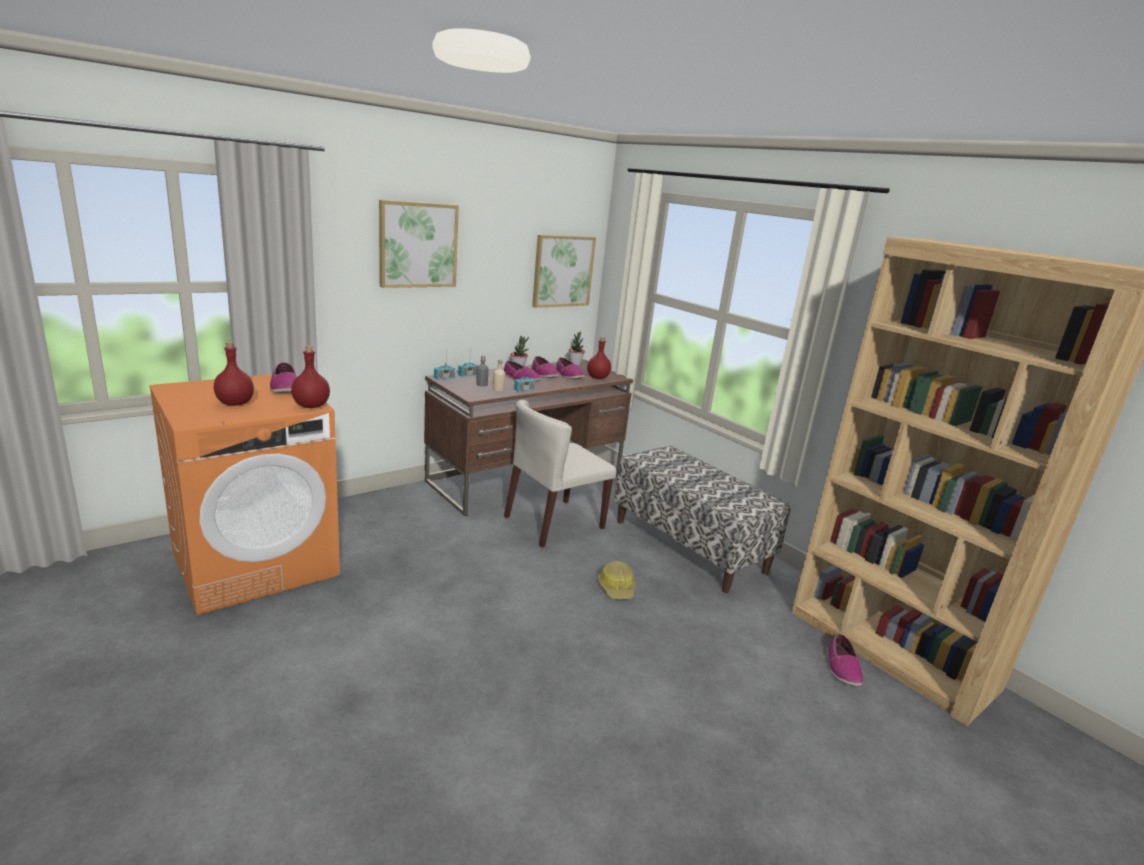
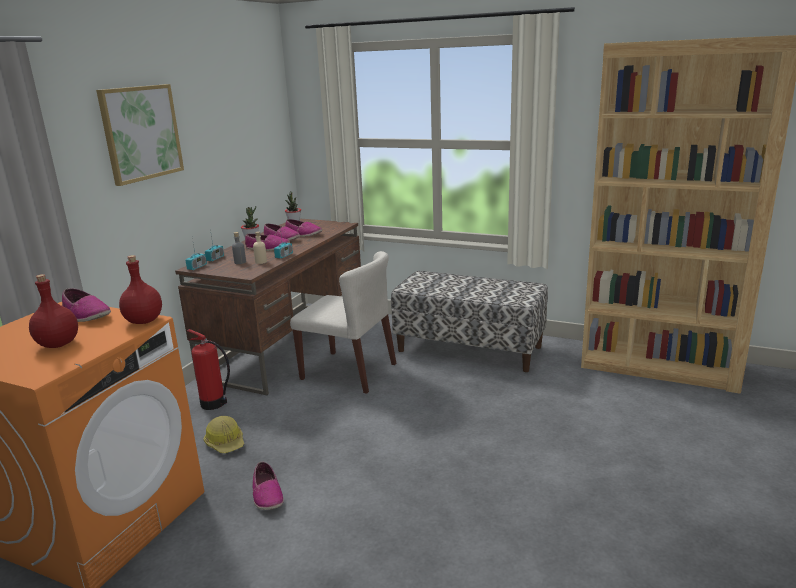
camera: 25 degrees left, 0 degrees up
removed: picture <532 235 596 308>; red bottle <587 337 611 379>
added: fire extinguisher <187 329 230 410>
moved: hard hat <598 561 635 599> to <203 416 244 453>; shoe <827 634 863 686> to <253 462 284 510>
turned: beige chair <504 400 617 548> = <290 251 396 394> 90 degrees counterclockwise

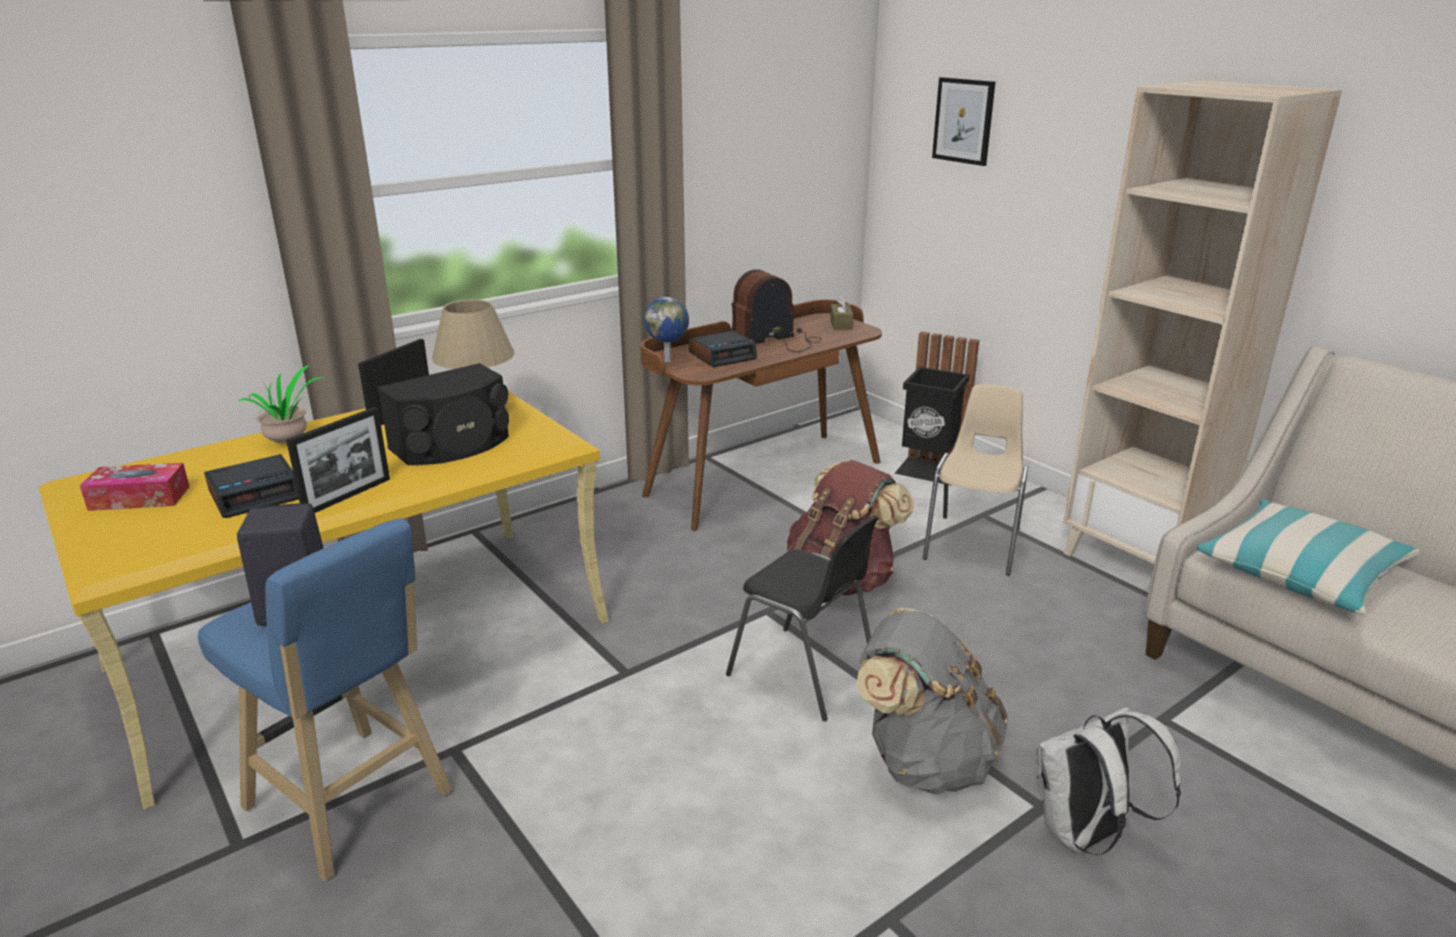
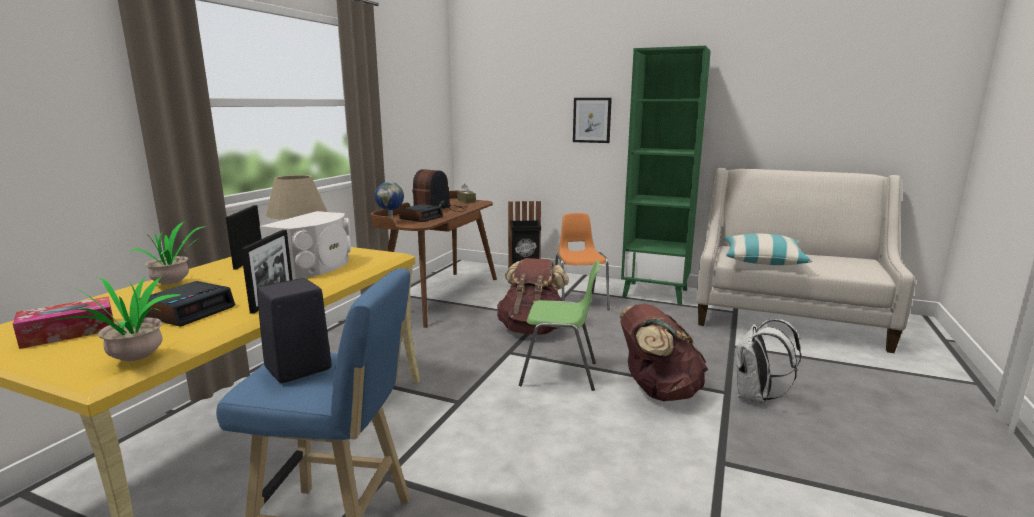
camera: 30 degrees left, 10 degrees down
added: potted plant <48 276 180 361>
moved: picture <932 77 996 166> to <573 98 612 143>
recoloured: black speaker <378 363 509 465> to white speaker <260 211 351 279>; black chair <726 515 879 721> to green chair <519 260 600 391>; grey backpack <856 608 1008 795> to brown backpack <619 304 708 401>; beige chair <923 384 1028 576> to orange chair <555 213 610 310>; beige bookcase <1063 81 1342 564> to green bookcase <621 46 711 305>

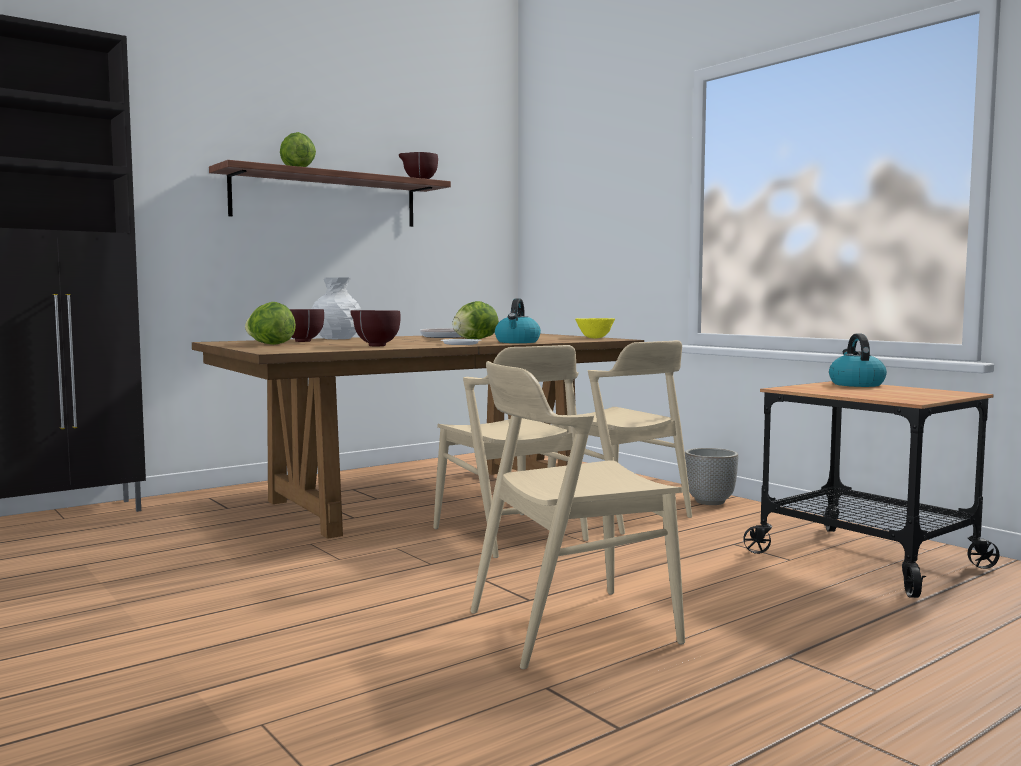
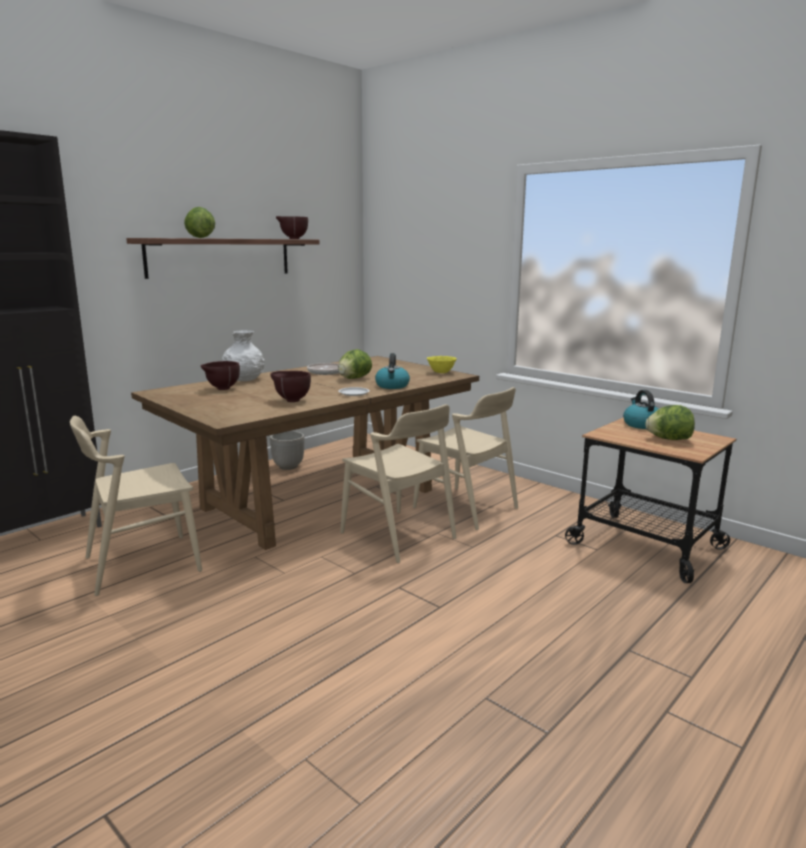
camera: 10 degrees left, 10 degrees up
moved: lettuce <245 302 296 345> to <645 405 695 440>; beige chair <470 361 685 669> to <70 416 202 596>; planter <685 448 738 505> to <270 431 304 470>

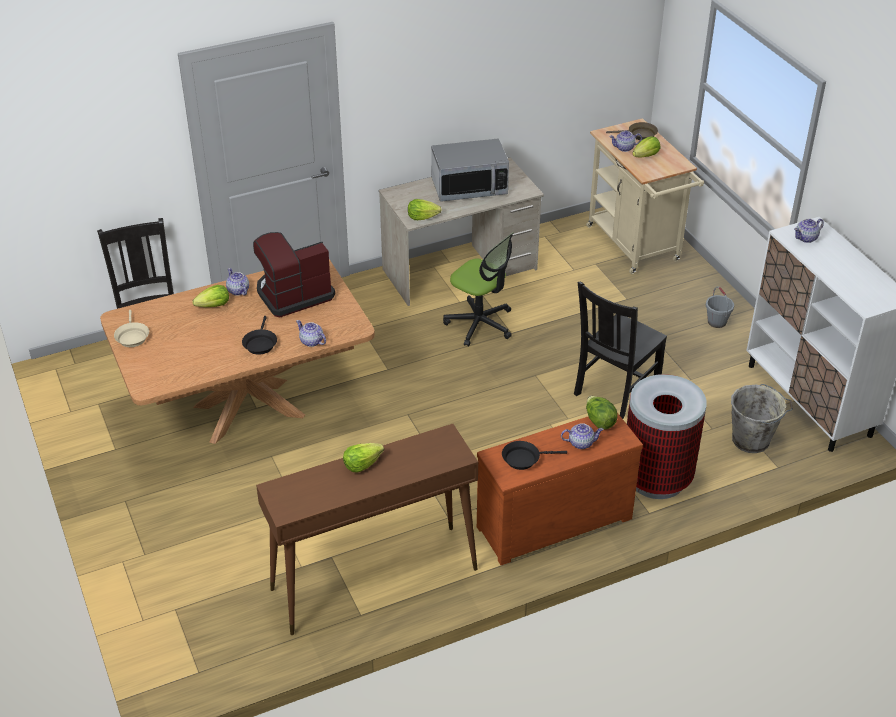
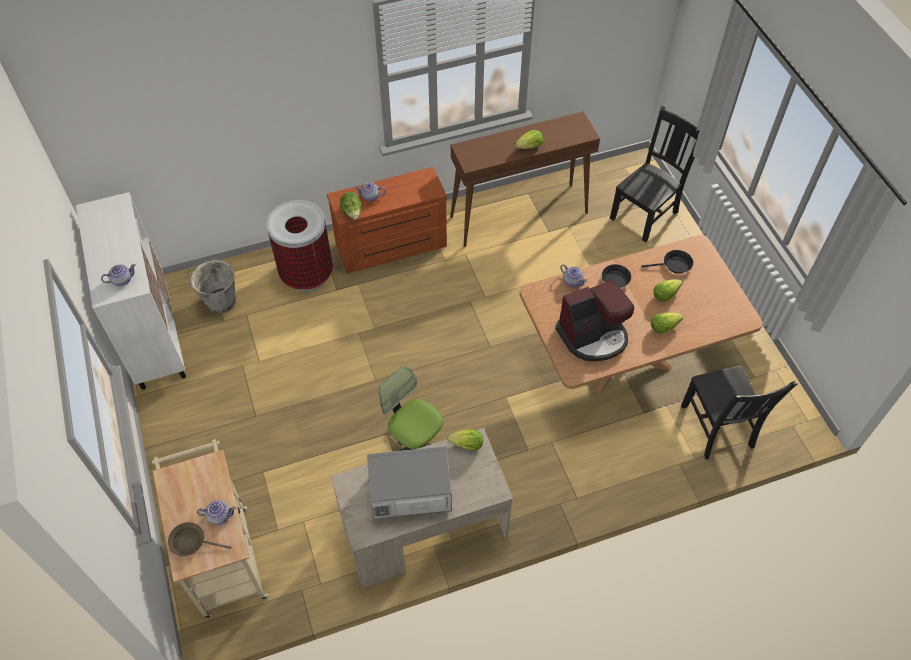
camera: 175 degrees left, 15 degrees up
removed: beige frying pan <114 310 149 347>; teapot <226 268 249 296>; grey bucket <706 287 734 328>
moved: black frying pan <502 441 567 470> to <641 250 693 274>; black chair <574 282 667 419> to <610 106 700 242>; lettuce <632 137 660 158> to <653 279 682 302>

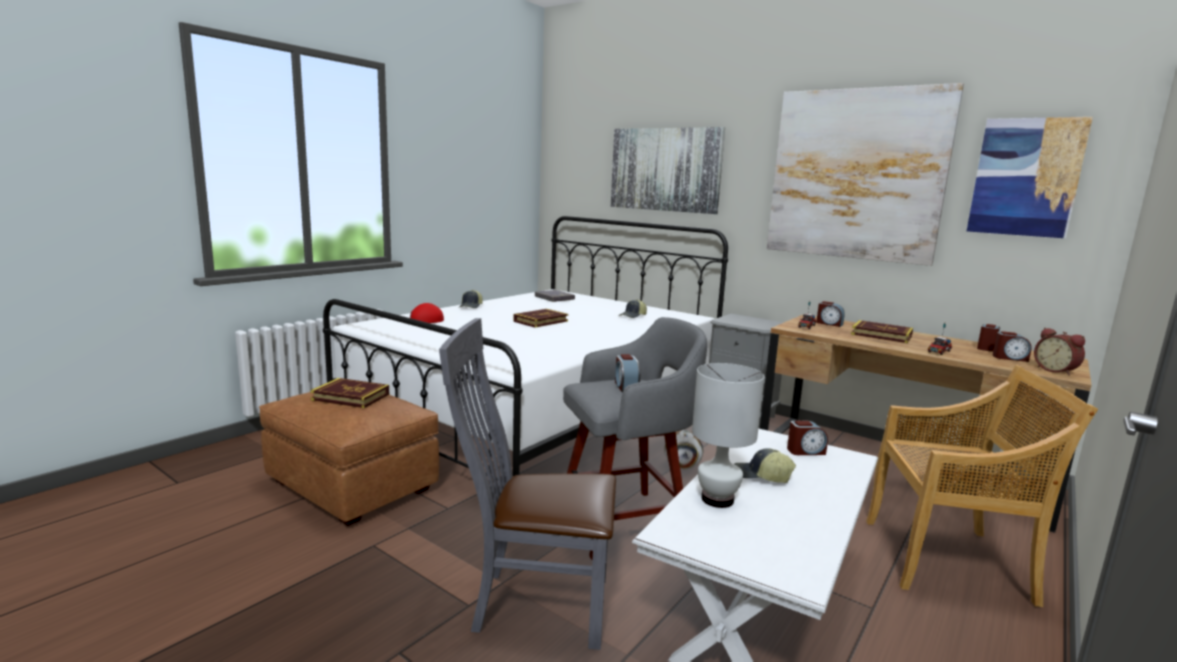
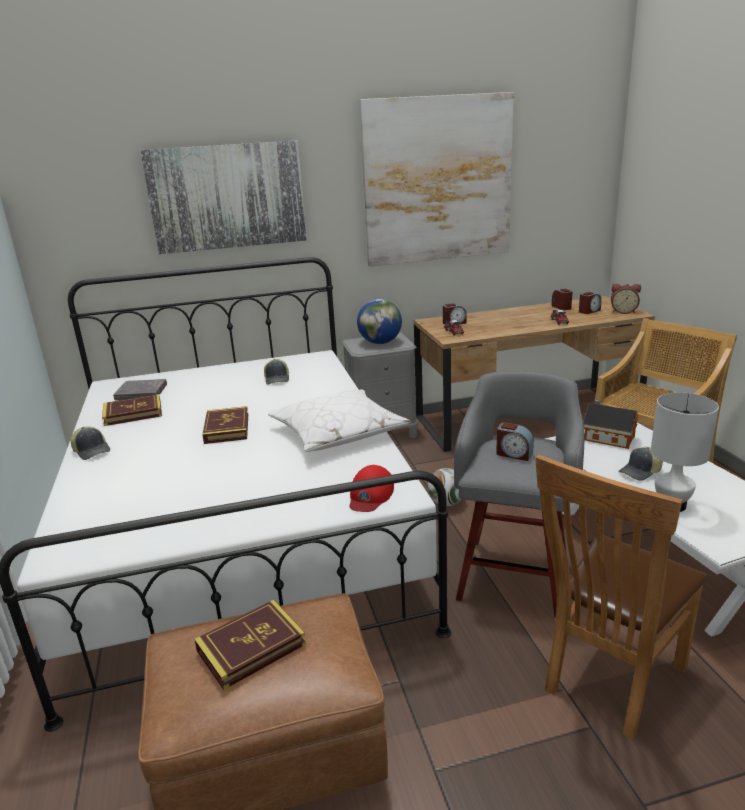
camera: 50 degrees left, 10 degrees up
removed: picture <967 117 1093 238>
added: white pillow <268 389 411 452>; globe <357 299 402 344>
moved: red cap <410 303 444 323> to <350 465 394 512>; book <851 320 913 343> to <102 394 162 426>
replaced: alarm clock <787 421 828 455> to toy house <583 399 638 449>
recoloured: grey chair <439 318 616 650> to brown chair <535 455 707 740>

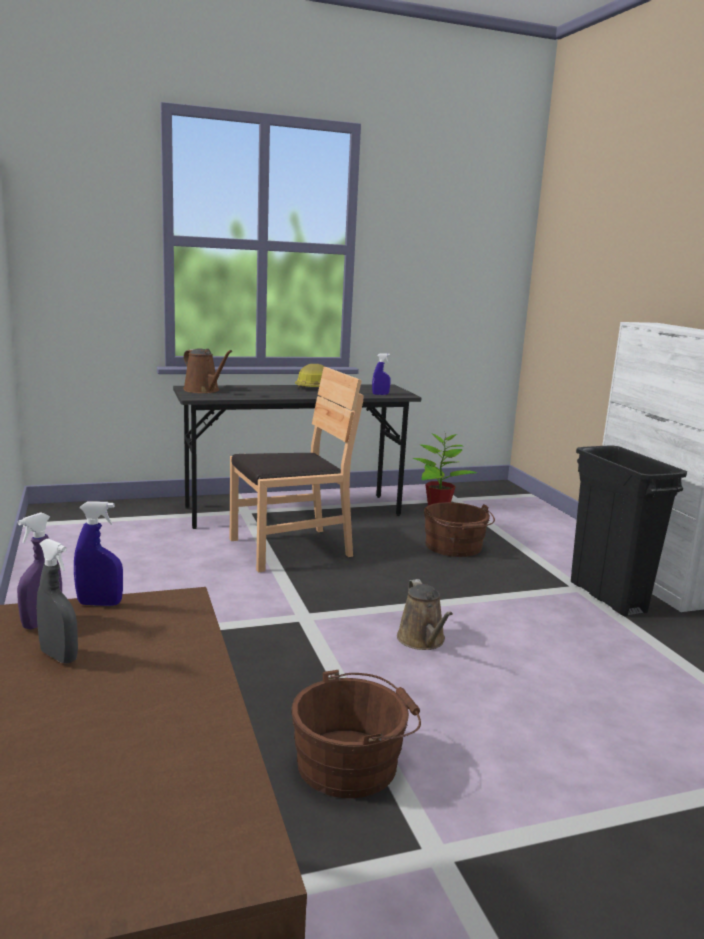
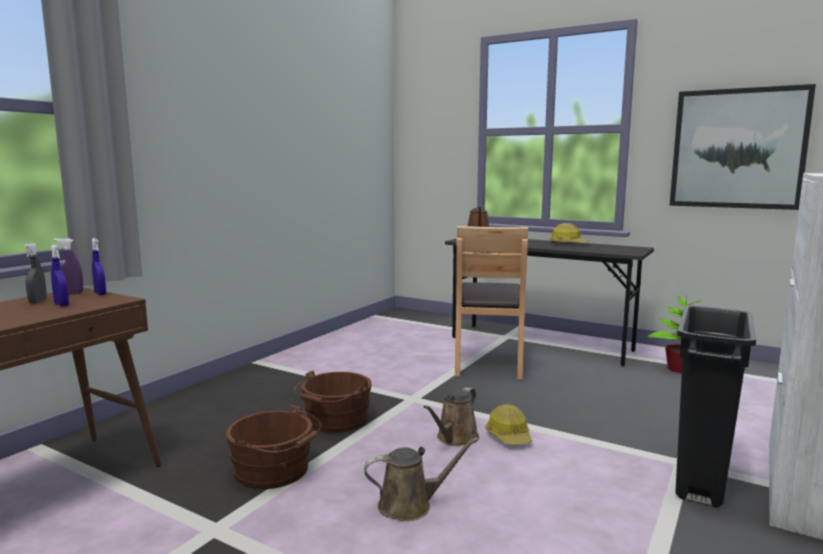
camera: 50 degrees right, 5 degrees down
added: brown watering can <364 438 478 521>; hard hat <485 404 532 445>; picture <670 84 816 210>
moved: blue spray bottle <372 353 391 395> to <51 245 69 306>; brown bucket <424 502 495 557> to <293 371 372 433>
turned: brown chair <230 367 364 572> = <455 226 528 379> 75 degrees clockwise

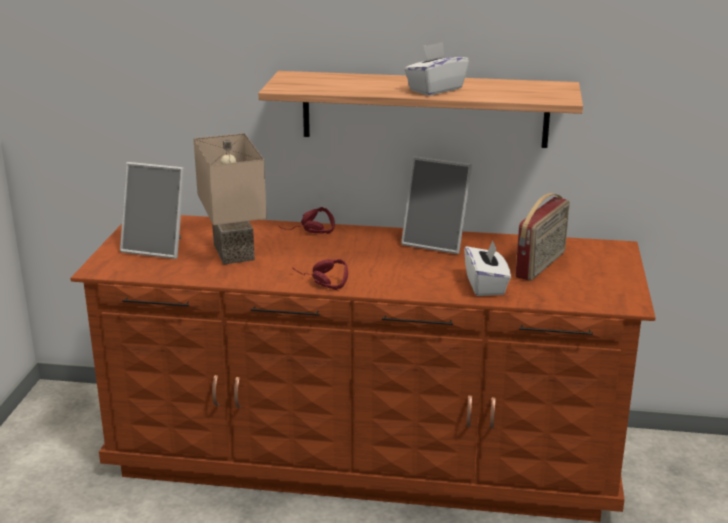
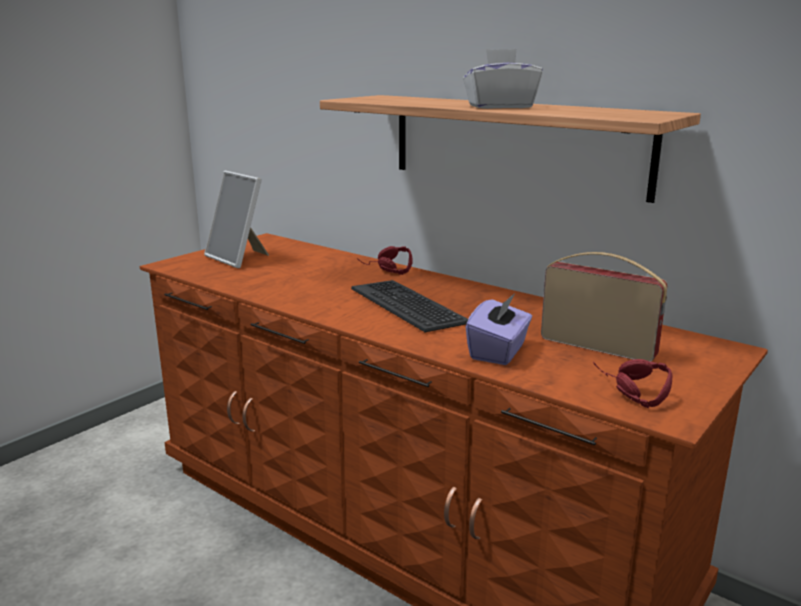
camera: 30 degrees right, 5 degrees down
removed: beige table lamp <193 133 267 264>; picture frame <401 156 472 254>
added: keyboard <351 280 468 332>
moved: red headphones <292 259 348 290> to <593 359 672 408>
recoloured: white tissue box <464 240 511 296> to purple tissue box <466 293 532 365>
turned: radio <516 193 570 281> = <541 252 668 362> 120 degrees counterclockwise

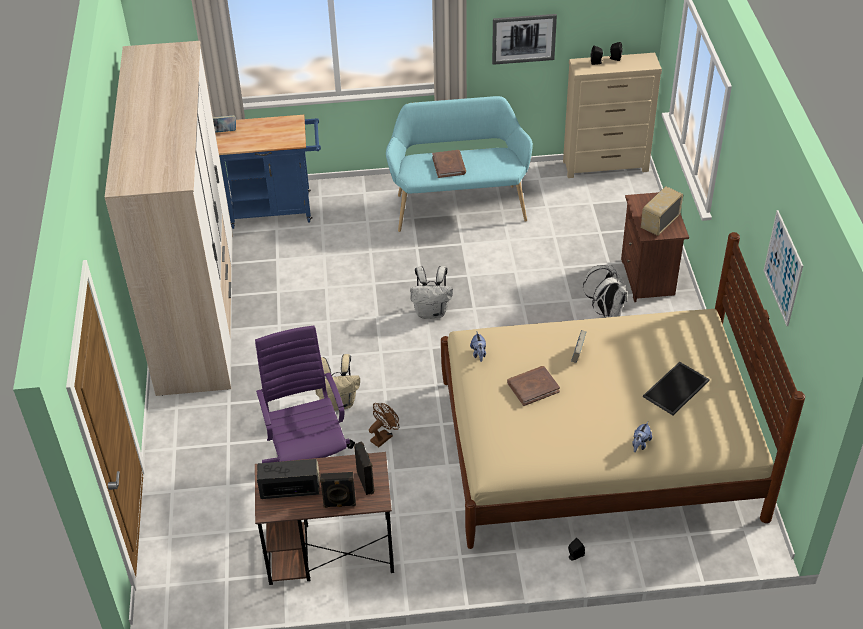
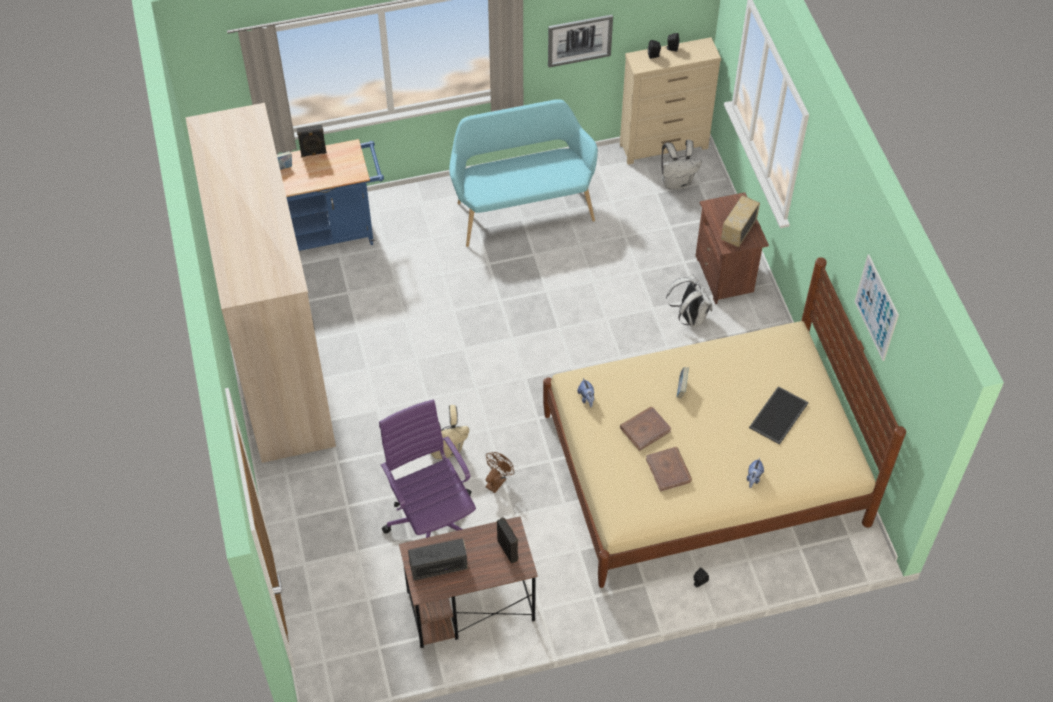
camera: 10 degrees left, 10 degrees up
moved: black speaker <320 472 356 508> to <297 125 327 157>; white backpack <410 266 453 319> to <661 140 702 190>; brown book <432 150 466 178> to <646 447 692 492>

